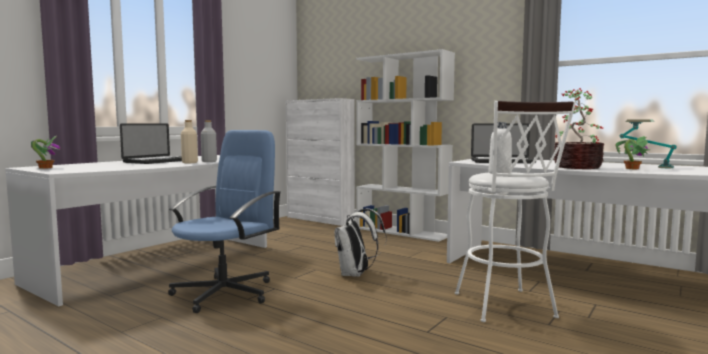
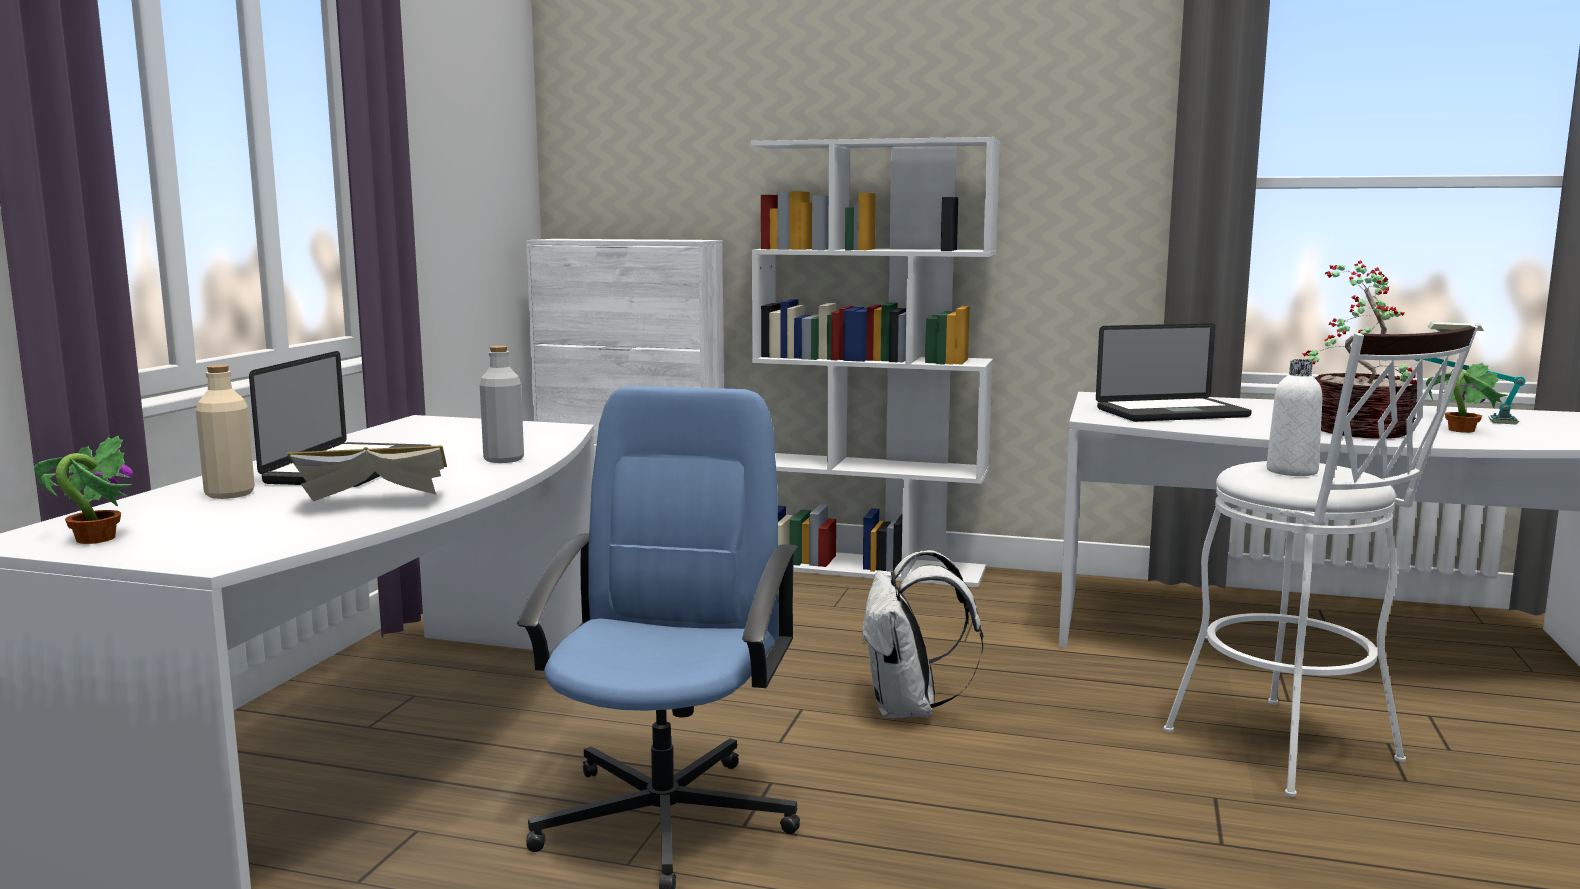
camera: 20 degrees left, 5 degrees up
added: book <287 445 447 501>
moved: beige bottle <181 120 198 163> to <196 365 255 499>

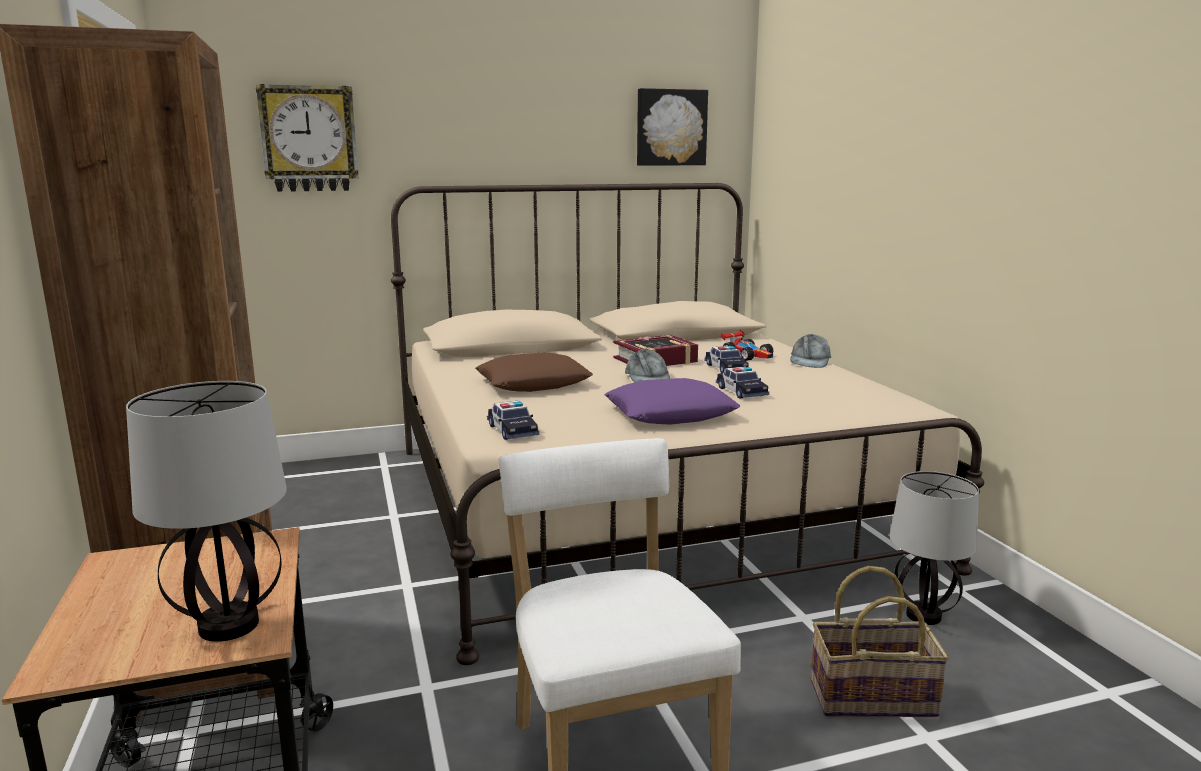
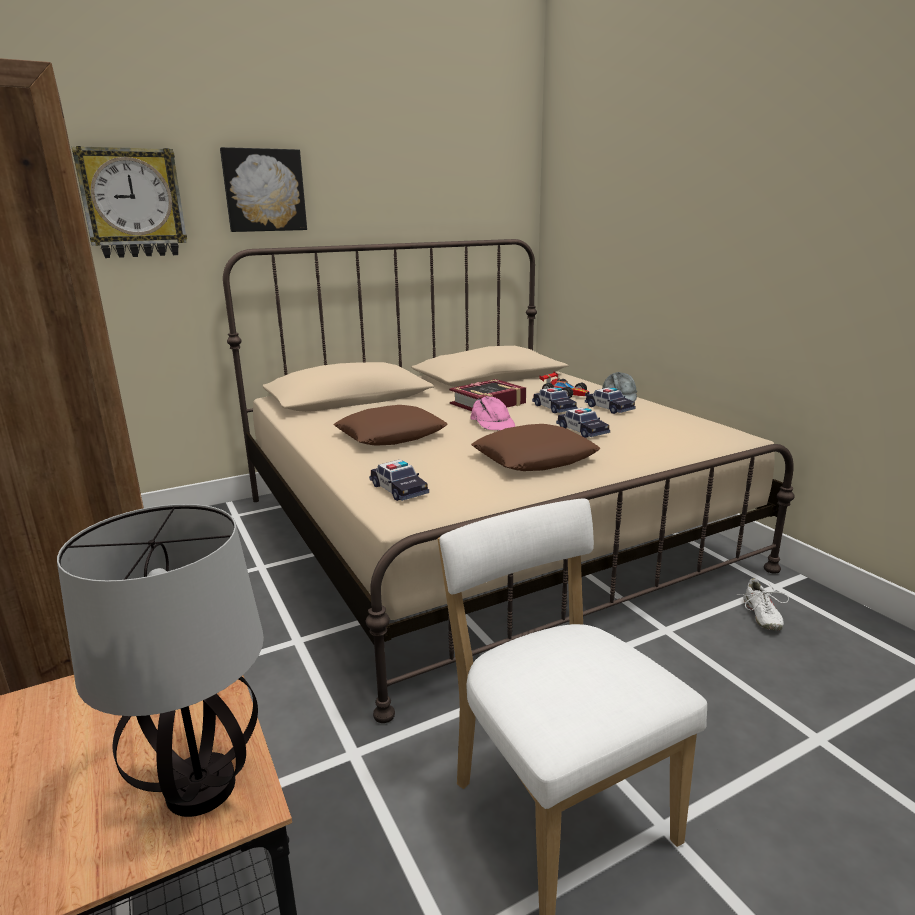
camera: 10 degrees left, 5 degrees up
removed: basket <810 566 949 717>
added: toy car <585 388 636 414>
moved: picture <637 88 708 166> to <220 147 307 232>
replaced: table lamp <890 471 979 625> to white shoe <737 578 789 630>
recoloured: purple pillow <604 378 740 425> to brown pillow <471 424 601 471>; grey cap <625 349 670 383> to pink cap <471 396 515 430>

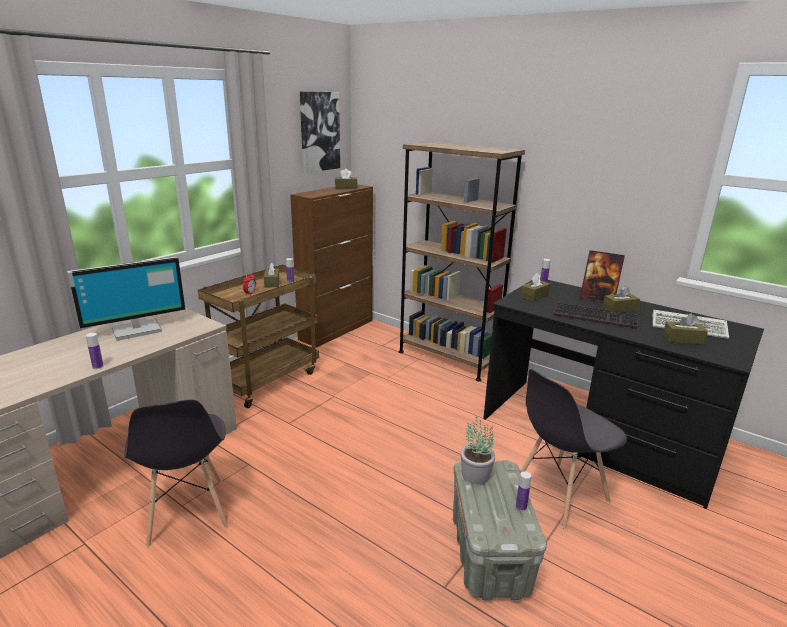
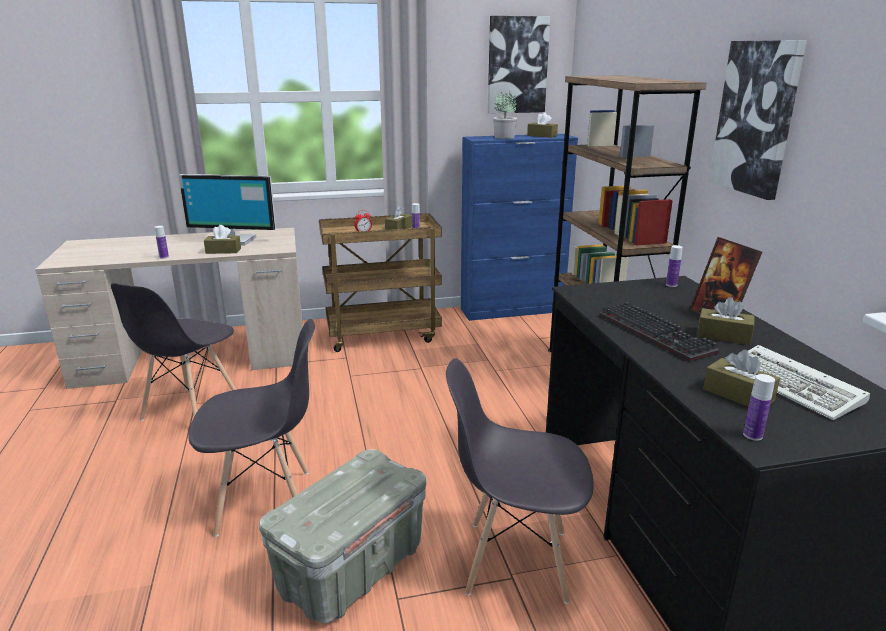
camera: 40 degrees right, 0 degrees up
added: grey chair <188 319 315 537>; picture <709 40 807 200>
moved: potted plant <461 417 495 485> to <493 90 518 139>; bottle <516 471 531 511> to <743 374 775 441>; brown tissue box <521 273 551 301> to <204 225 241 254>
recoloured: brown cabinet <290 184 373 347> to blue cabinet <461 134 578 321>

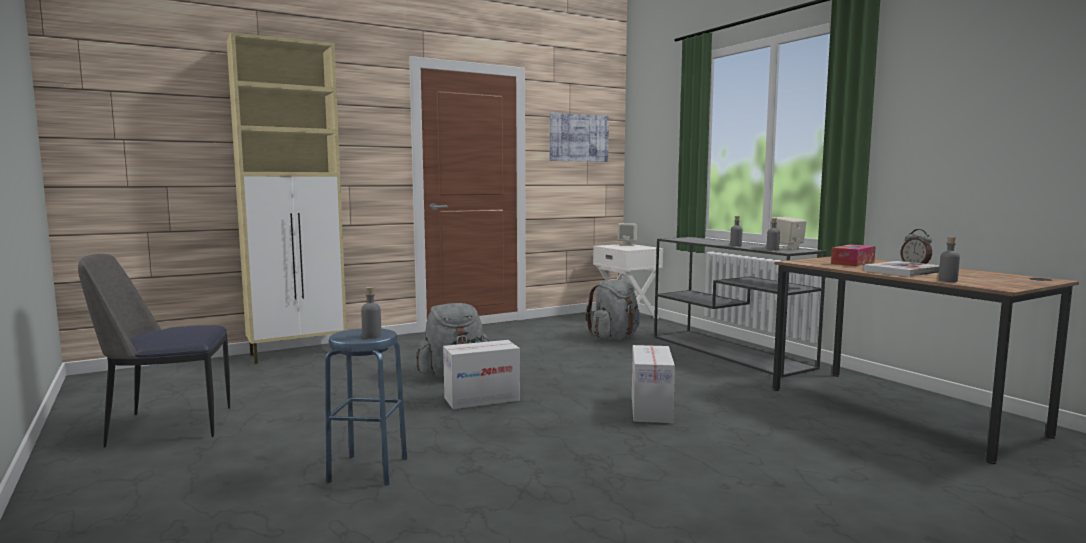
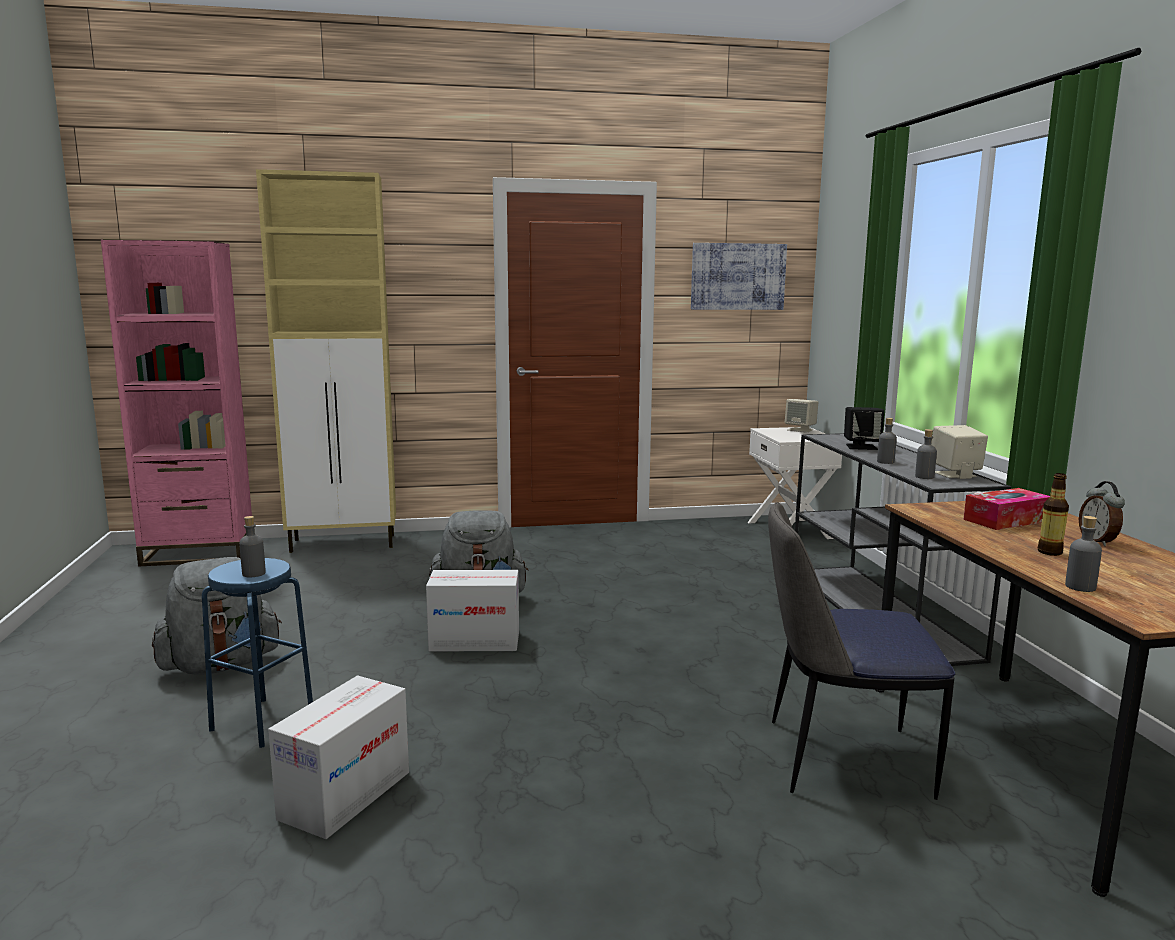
camera: 20 degrees right, 5 degrees up
added: pink bookcase <101 240 252 567>; black speaker <844 407 884 450>
moved: chair <78 254 230 447> to <768 502 955 800>; grey backpack <585 280 640 340> to <152 557 282 675>; cardboard box <632 345 675 423> to <268 675 409 839>
replaced: book <863 261 939 277> to bottle <1038 473 1069 556>

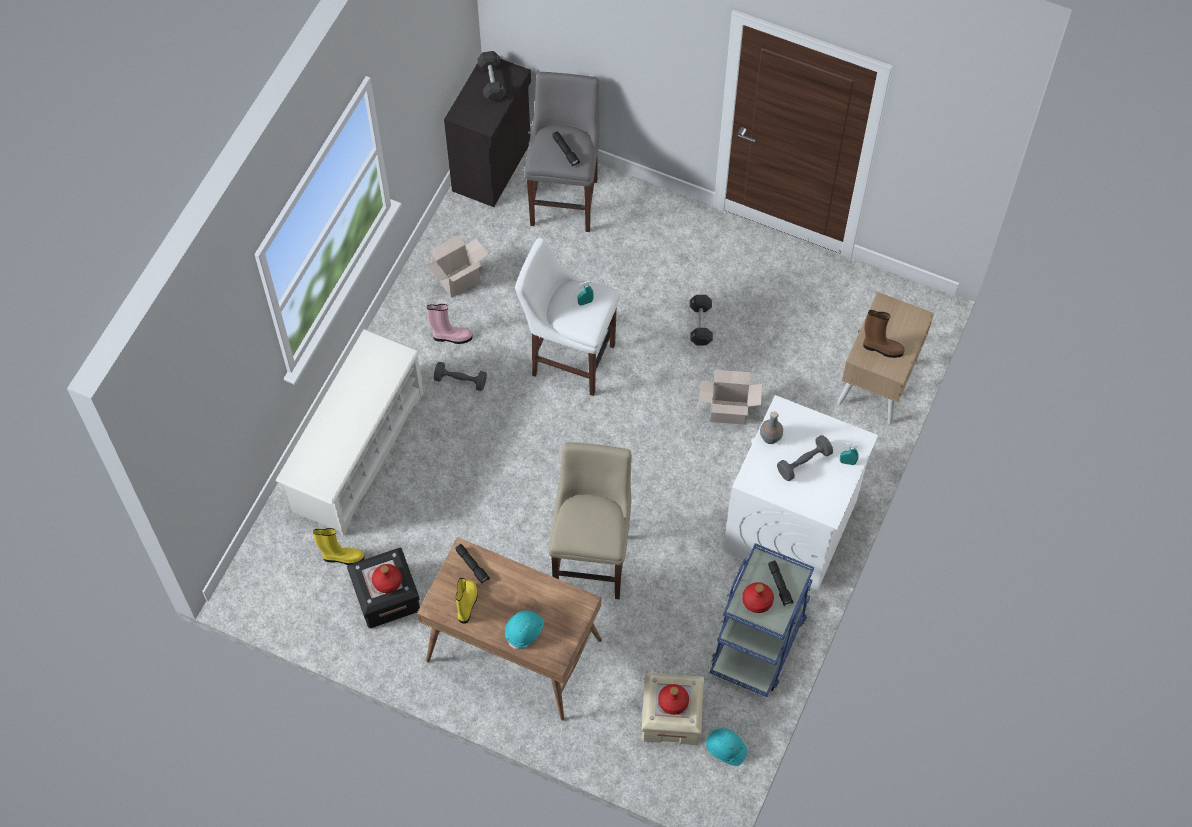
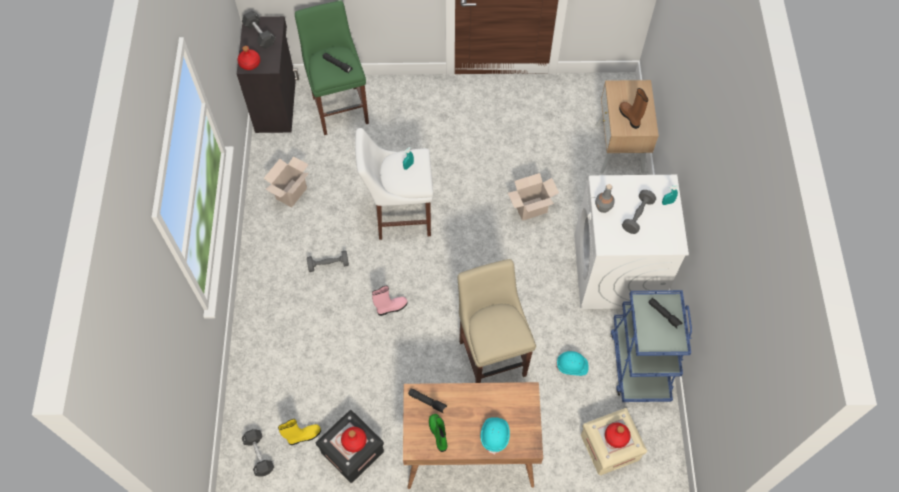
camera: 25 degrees left, 0 degrees up
removed: white shoe rack <276 329 424 536>
moved: pink boot <427 304 472 344> to <372 286 408 316>; black dumbbell <690 295 713 345> to <242 429 274 477>; turquoise hard hat <706 728 747 766> to <556 351 589 376>; red bottle <742 582 774 613> to <237 46 260 70>
recoloured: yellow boot <456 578 478 624> to green boot <429 414 447 452>; grey stool <524 72 600 232> to green stool <295 1 369 135>
turned: brown boot <863 310 905 358> = <619 88 648 129> 105 degrees counterclockwise

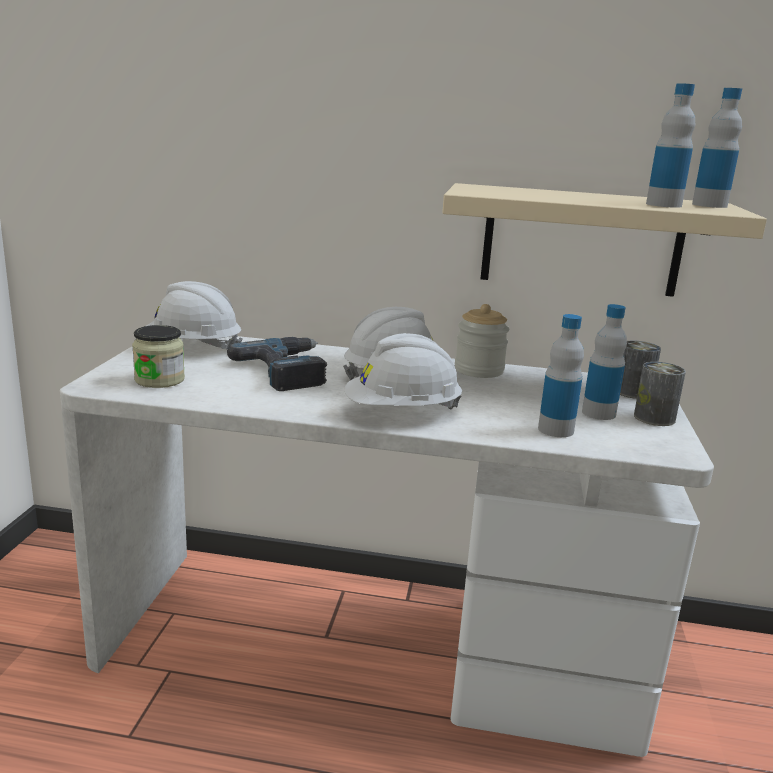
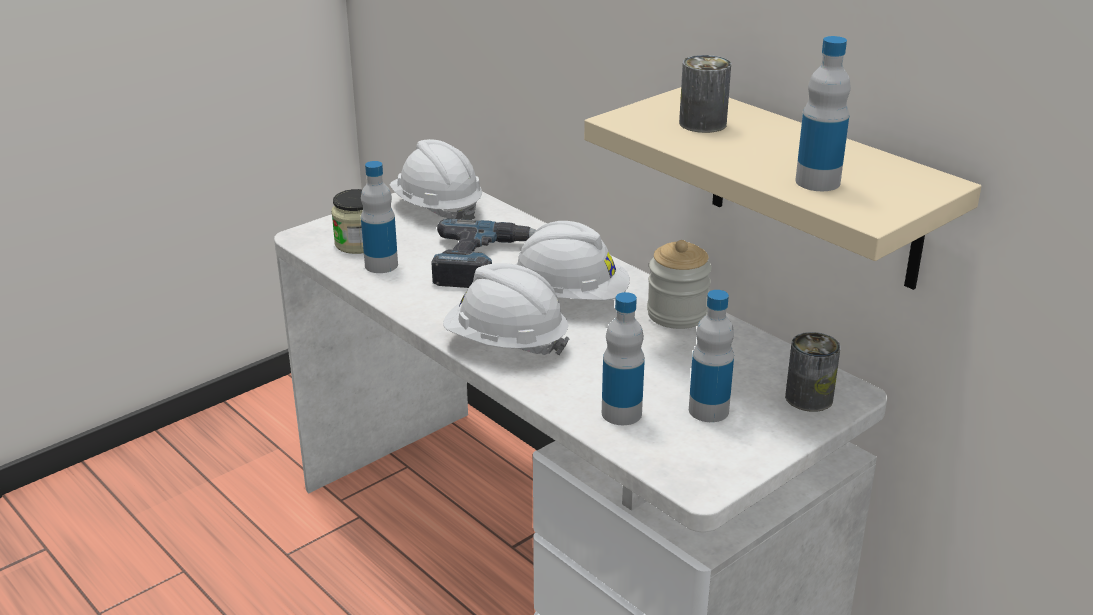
camera: 40 degrees right, 10 degrees up
moved: can <634 362 686 426> to <679 55 731 133>; bottle <692 88 742 208> to <361 161 398 273>

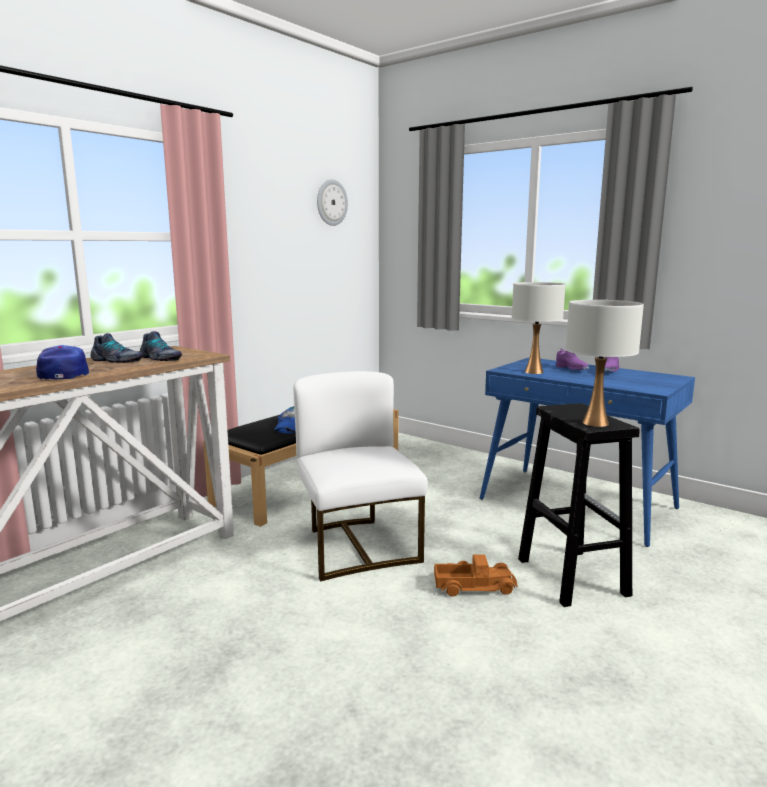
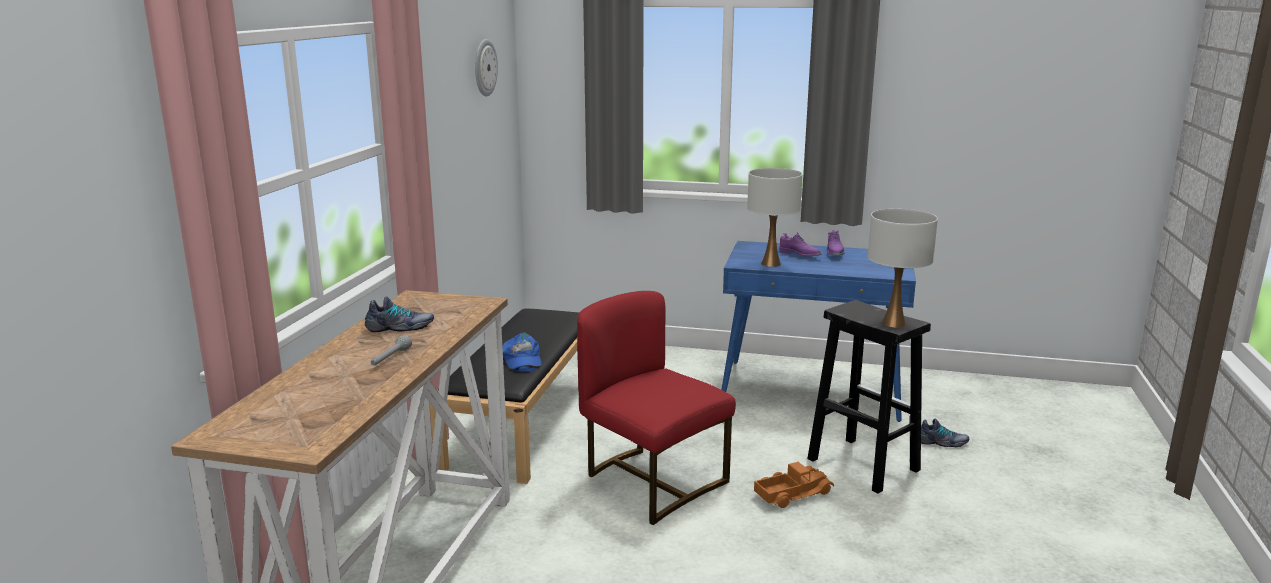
camera: 25 degrees left, 5 degrees up
moved: shoe <140 331 182 361> to <921 419 969 447>
replaced: cap <36 345 89 380> to grey flashlight <371 335 412 366>
recoloured: white chair <293 371 428 581> to red chair <577 291 736 525>

